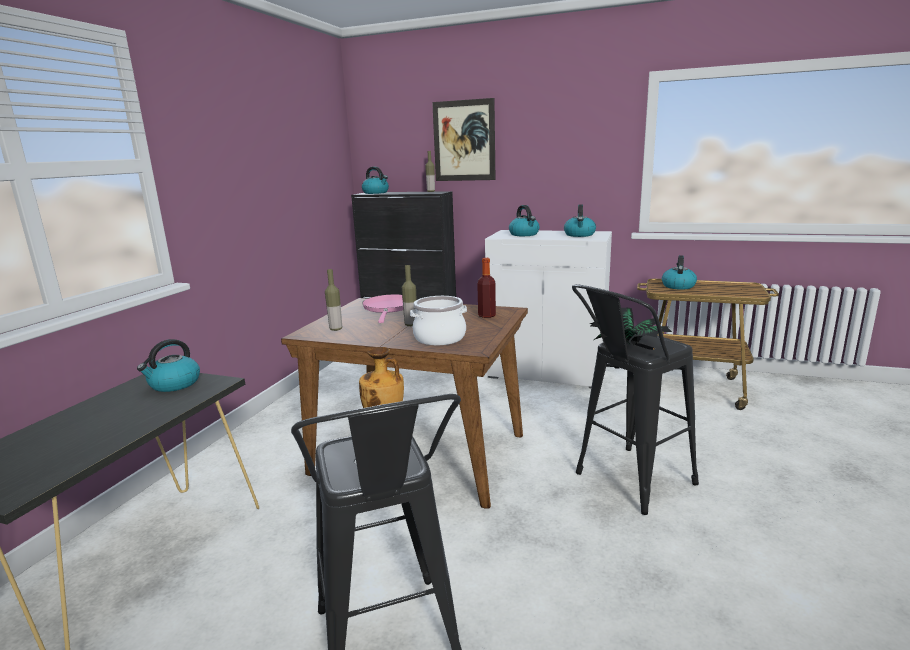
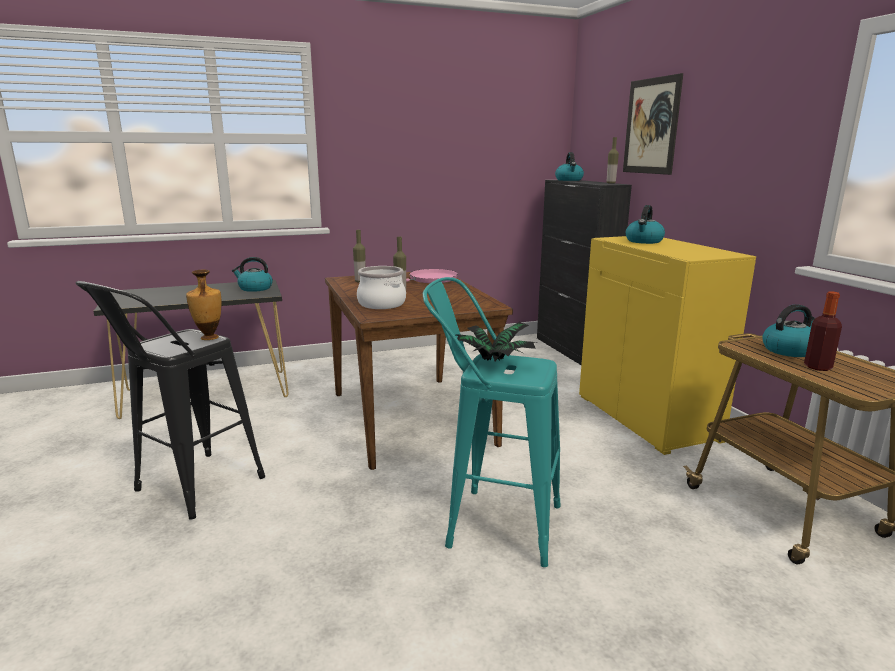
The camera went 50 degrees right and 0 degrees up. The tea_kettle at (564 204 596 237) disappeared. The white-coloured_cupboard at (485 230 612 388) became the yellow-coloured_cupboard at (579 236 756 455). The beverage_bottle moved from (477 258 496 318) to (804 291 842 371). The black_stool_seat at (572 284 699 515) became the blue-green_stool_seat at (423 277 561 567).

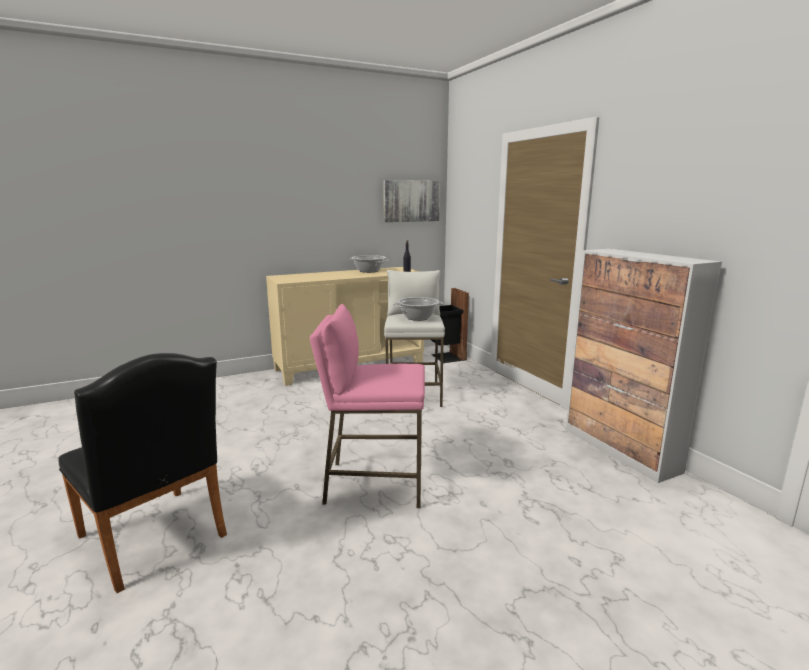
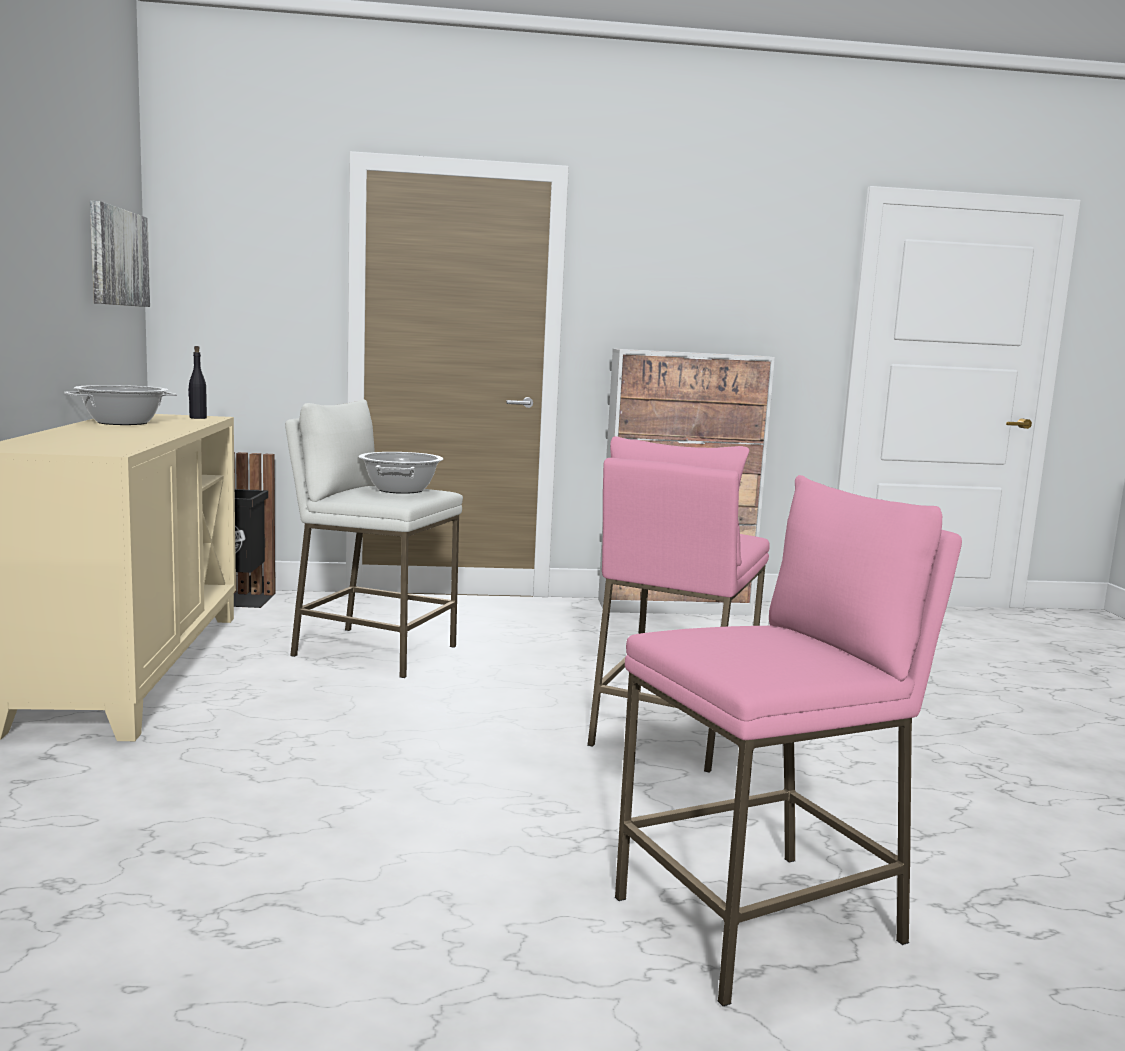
The camera went 70 degrees left and 5 degrees down. The black_chair at (58 353 227 593) was replaced by the pink-coloured_stool_seat at (615 475 962 1006).

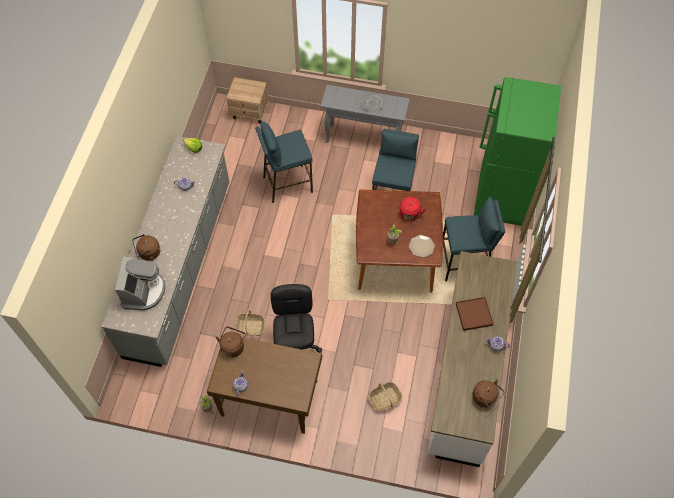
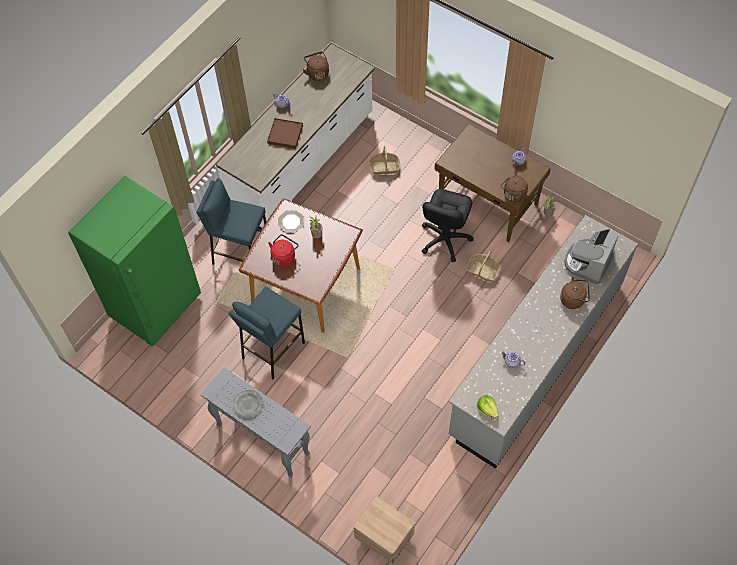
The camera went 155 degrees left and 0 degrees up. The blue_stool_seat at (255 121 313 203) disappeared.

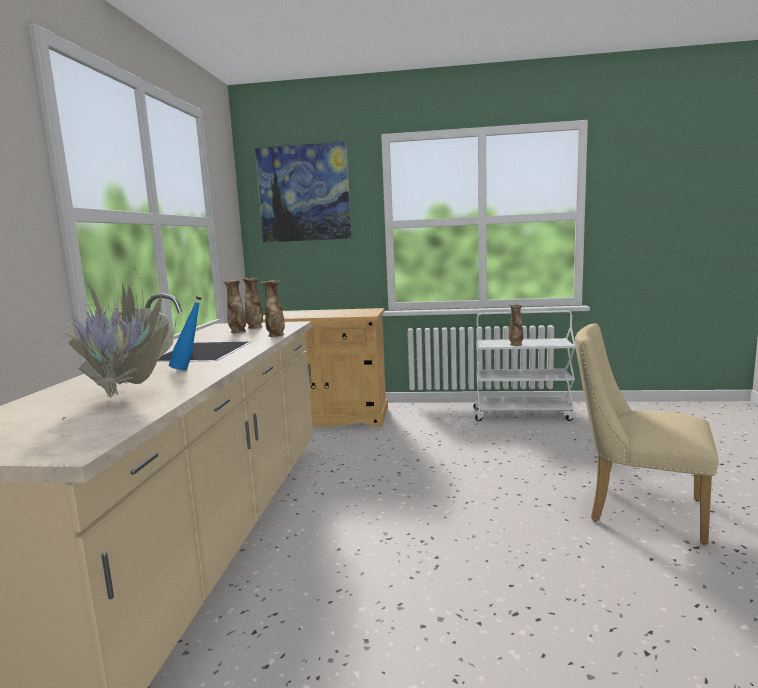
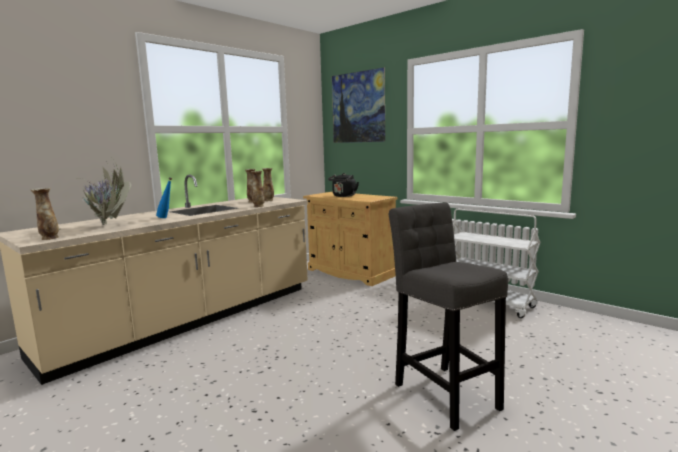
The camera went 35 degrees right and 0 degrees up. The vase moved from (509 304 523 346) to (31 188 59 240). The sand-coloured_chair at (575 323 718 545) was replaced by the grey_stool_seat at (389 202 508 431). The black_tea_kettle at (328 173 359 197) appeared.

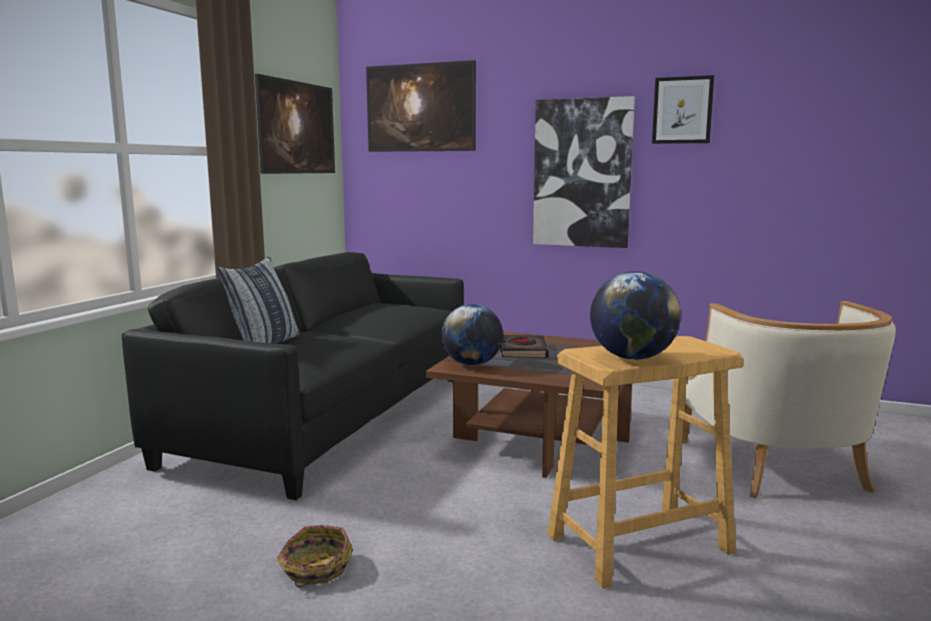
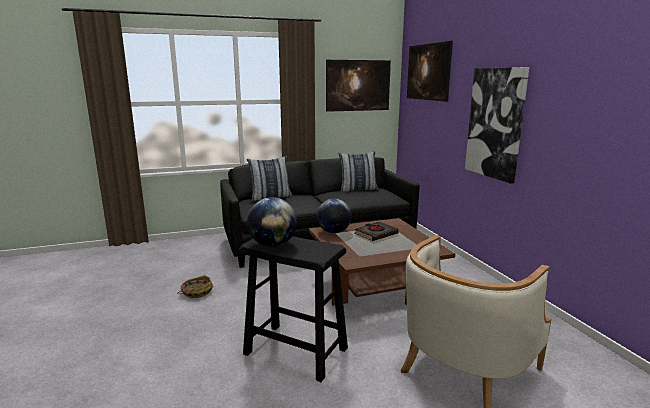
The camera went 50 degrees right and 5 degrees up. The picture at (652 75 714 144) disappeared. The sand-coloured_stool_seat at (547 336 744 589) became the black_stool_seat at (240 236 348 382). The pillow at (338 151 378 192) appeared.

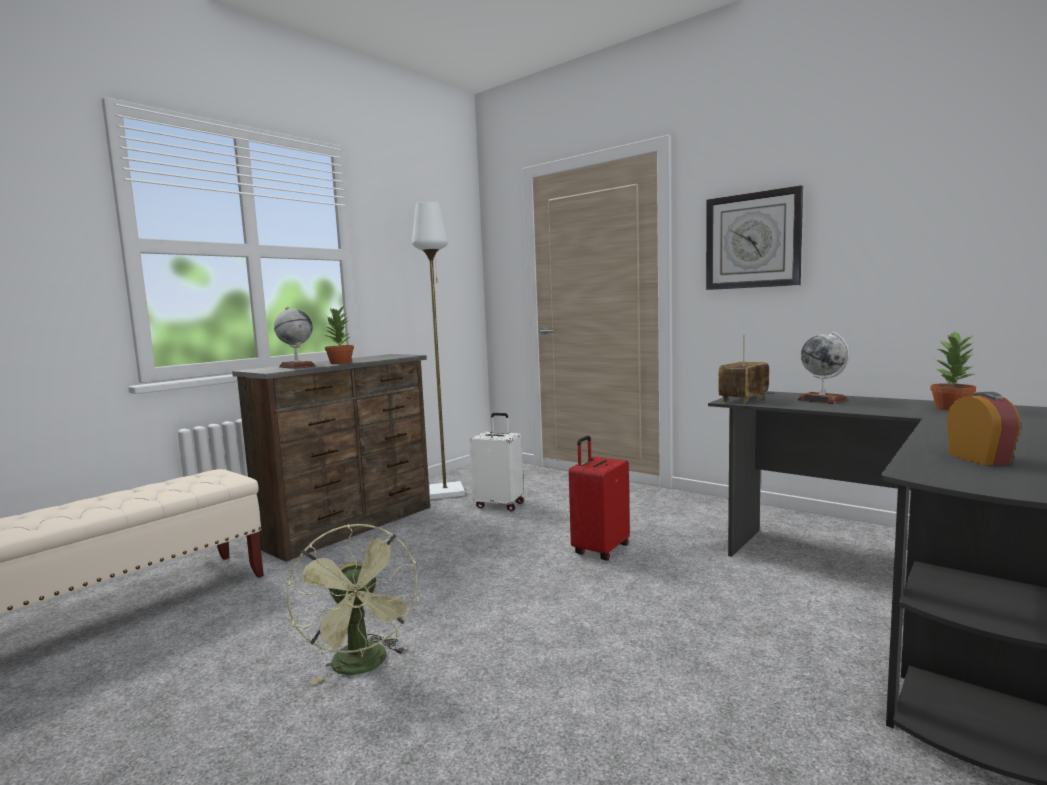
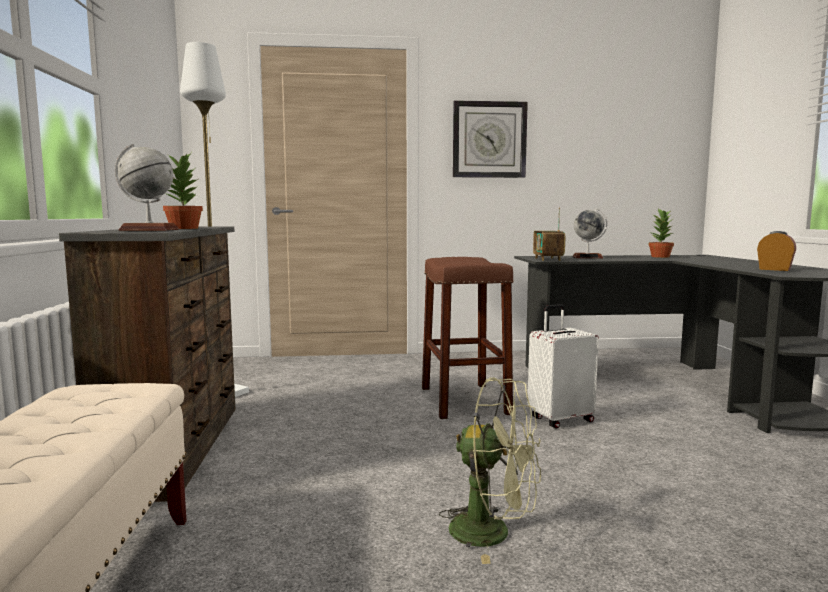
The camera went 45 degrees left and 0 degrees up. The white-coloured_travel_case moved from (469 413 524 511) to (527 304 599 429). The red-coloured_travel_case at (569 436 630 560) was replaced by the brownish_stool_seat at (422 257 514 419).

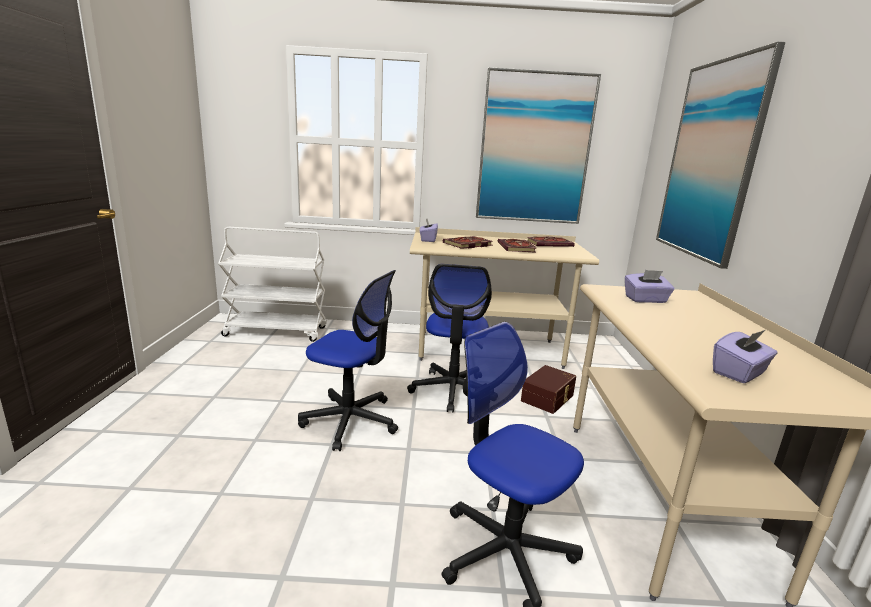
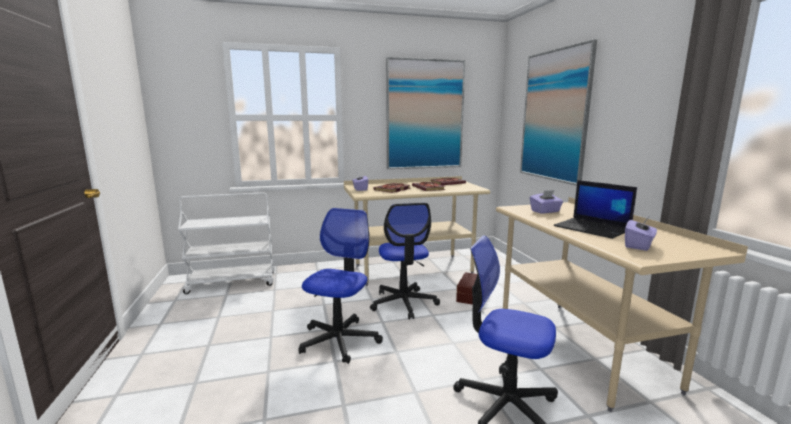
The camera went 15 degrees left and 5 degrees down. The computer_chair at (298 270 398 451) turned 75 degrees counterclockwise. The portable_computer at (554 180 637 239) appeared.

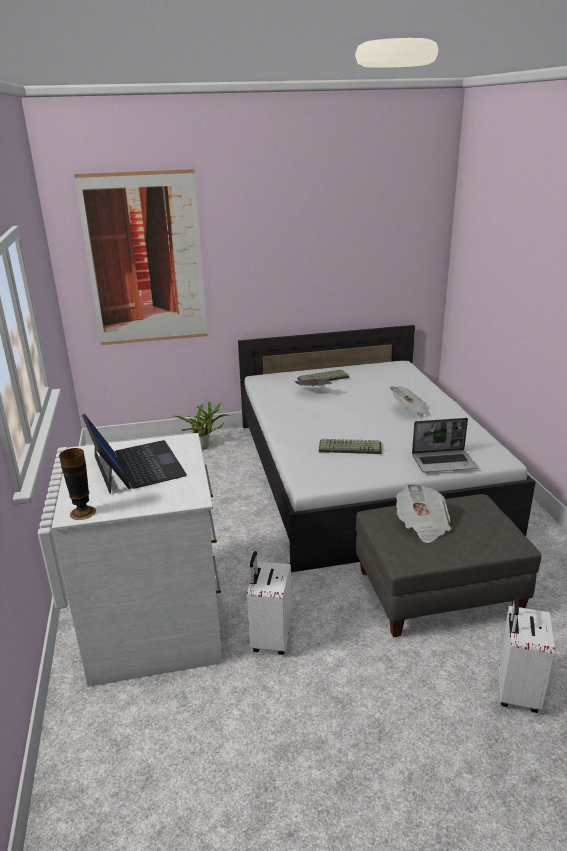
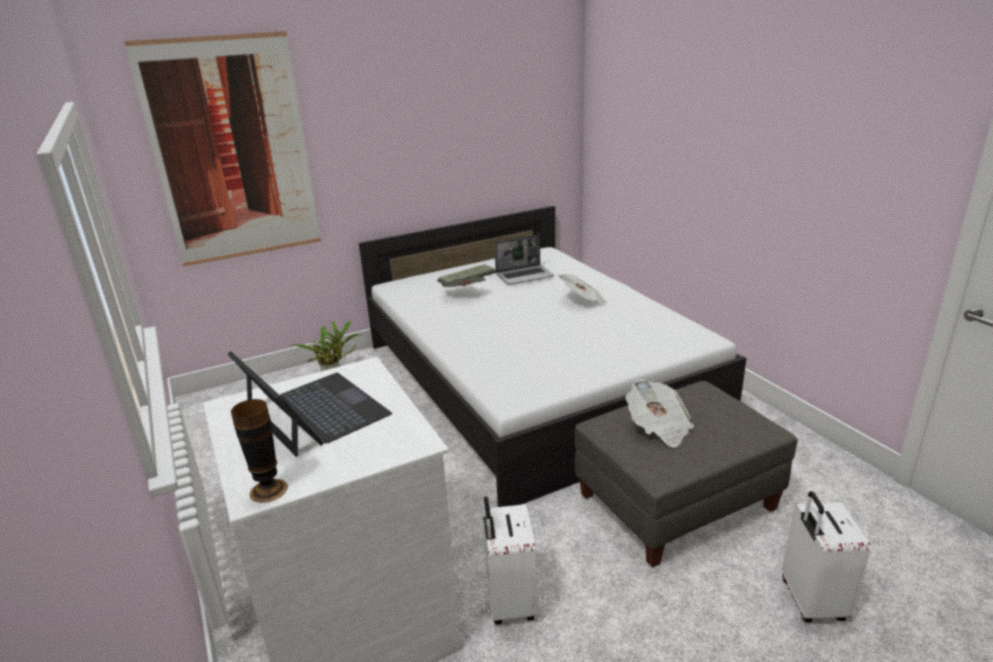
The camera went 15 degrees left and 0 degrees up. The portable_computer moved from (412 418 477 473) to (494 234 554 285). The PC_keyboard at (319 439 382 454) disappeared.

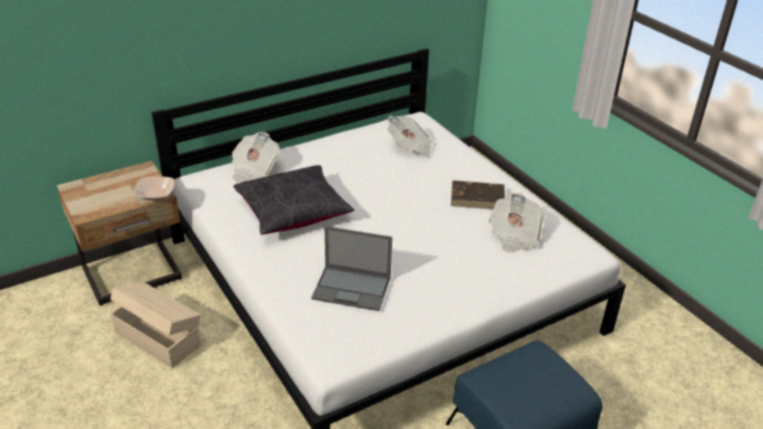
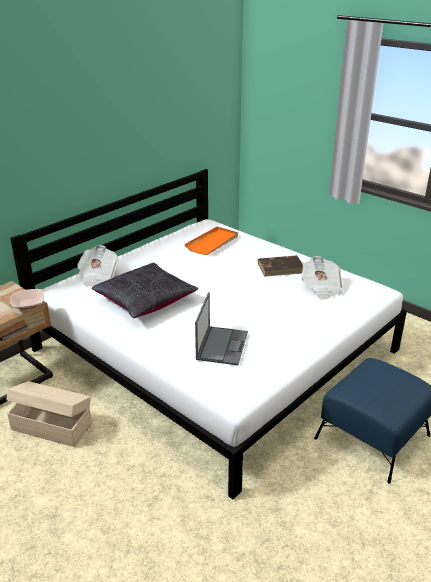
The camera went 15 degrees left and 5 degrees down. The daily_paper at (388 116 433 157) was replaced by the orange-coloured_carrying_tray at (184 227 238 255). The portable_computer at (311 226 392 311) turned 75 degrees counterclockwise.

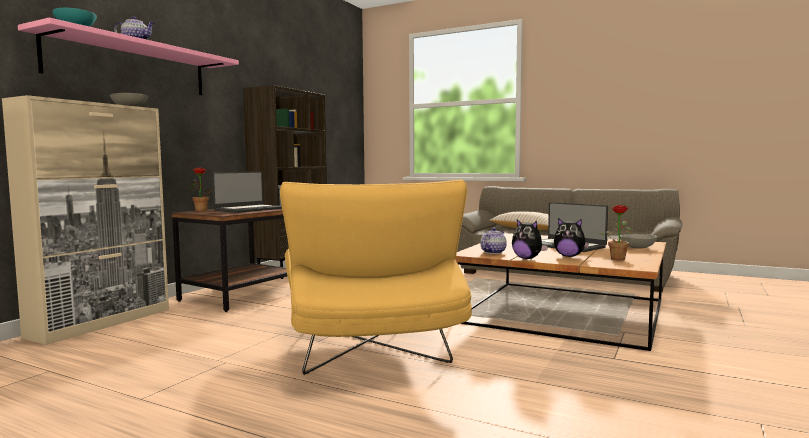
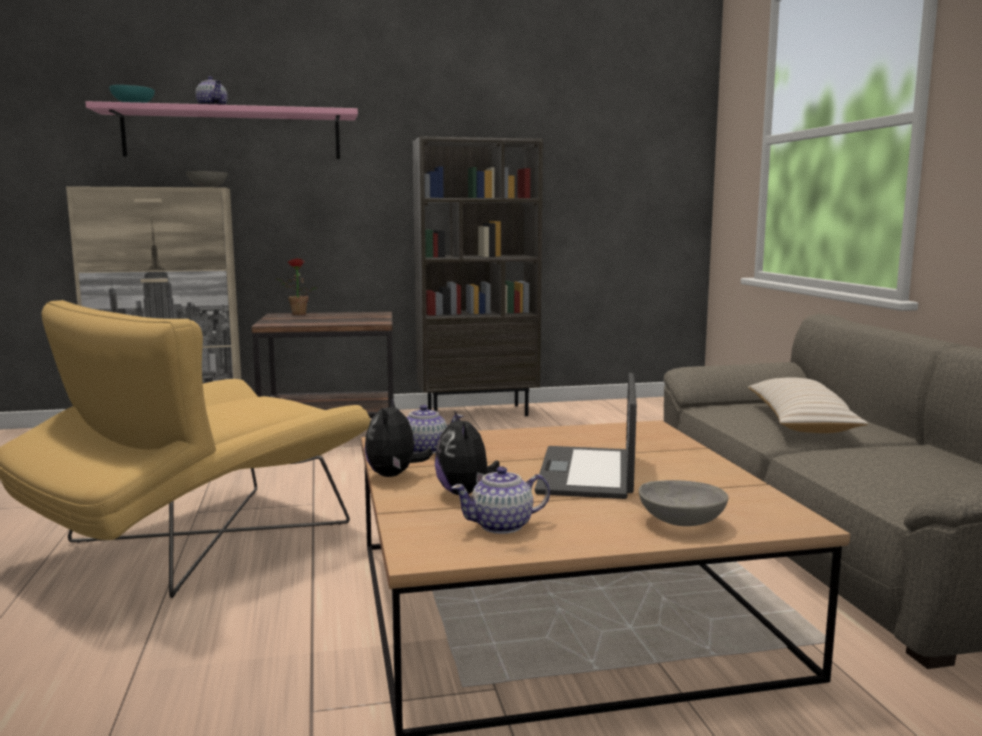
The camera went 50 degrees right and 5 degrees up. The portable_computer at (212 172 282 213) disappeared. The potted_plant at (599 205 632 260) was replaced by the teapot at (451 466 550 534).

